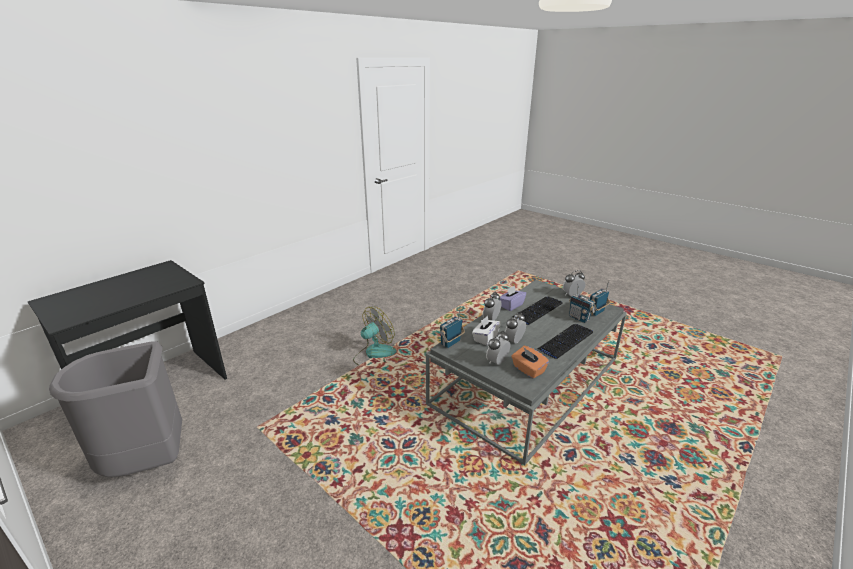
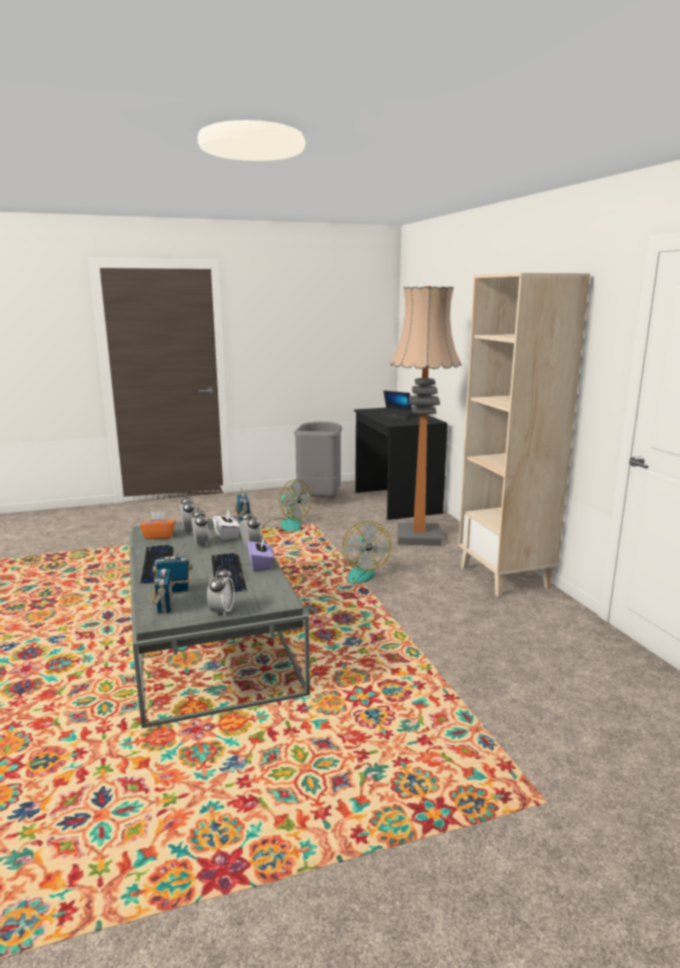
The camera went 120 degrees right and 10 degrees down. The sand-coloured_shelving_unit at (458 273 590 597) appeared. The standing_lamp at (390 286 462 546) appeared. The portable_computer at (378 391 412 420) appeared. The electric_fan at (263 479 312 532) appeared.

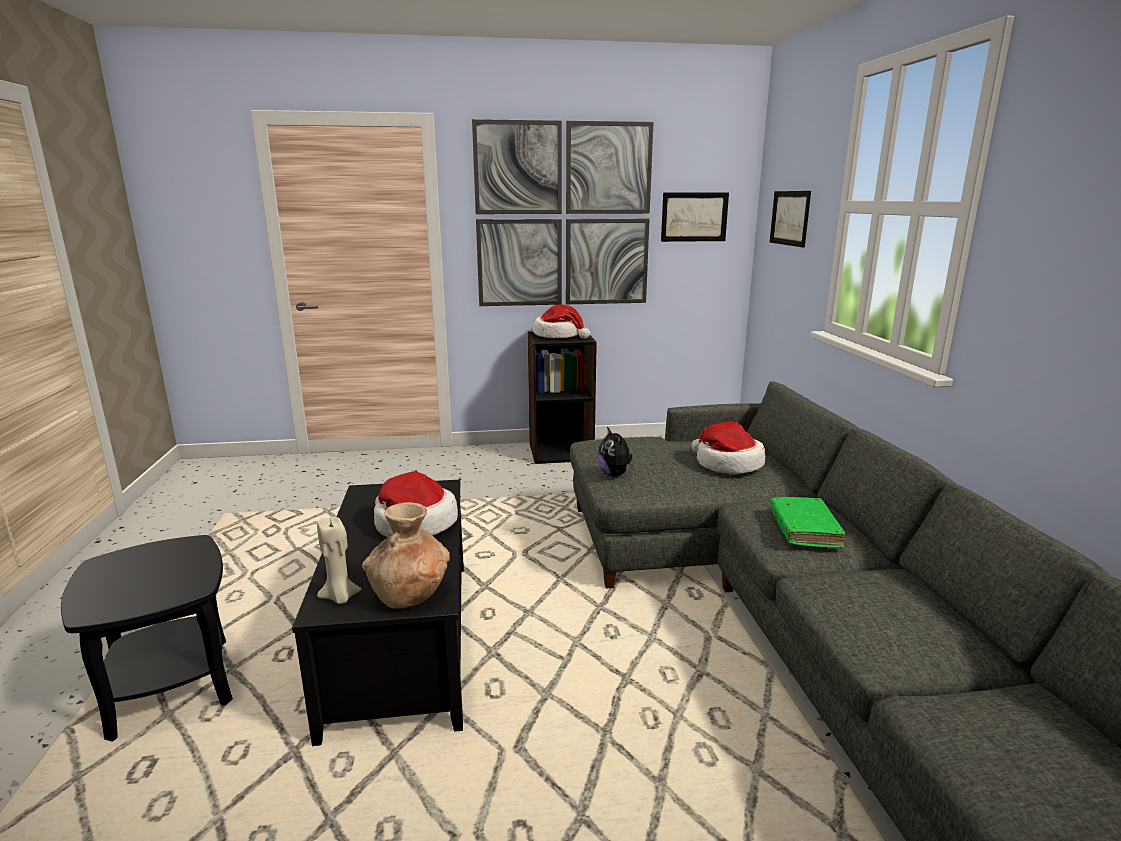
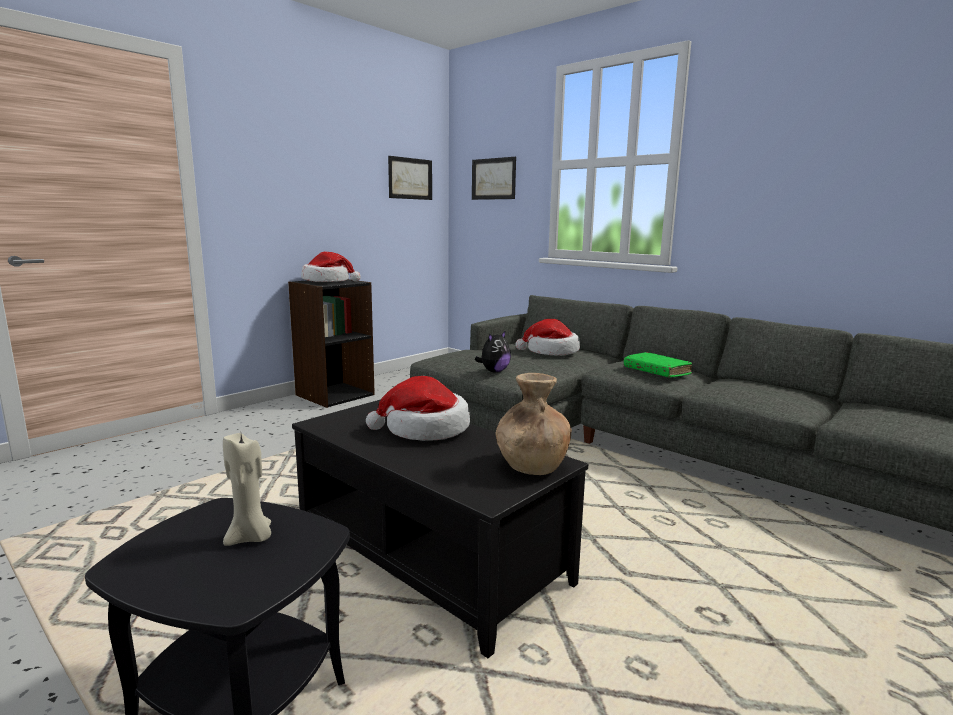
The camera went 40 degrees left and 5 degrees down. The picture at (472 119 654 306) disappeared. The cuddly_toy at (597 427 634 477) turned 75 degrees counterclockwise. The sand-coloured_wax_light moved from (317 517 361 604) to (223 433 271 546).

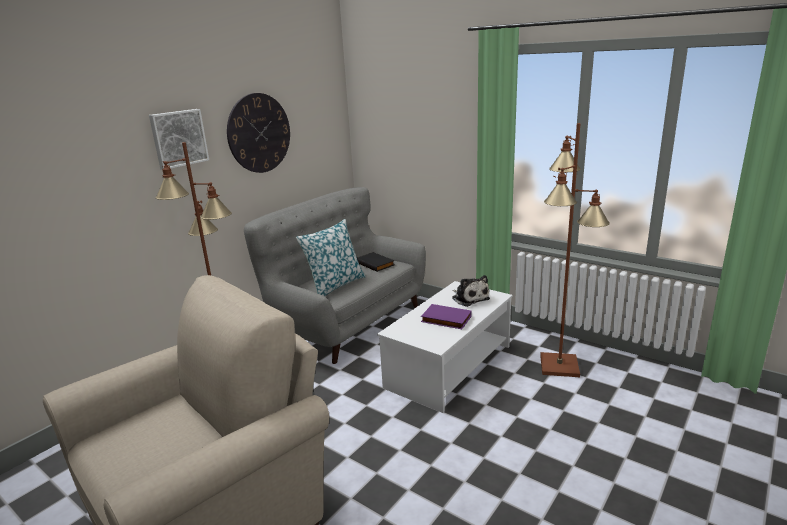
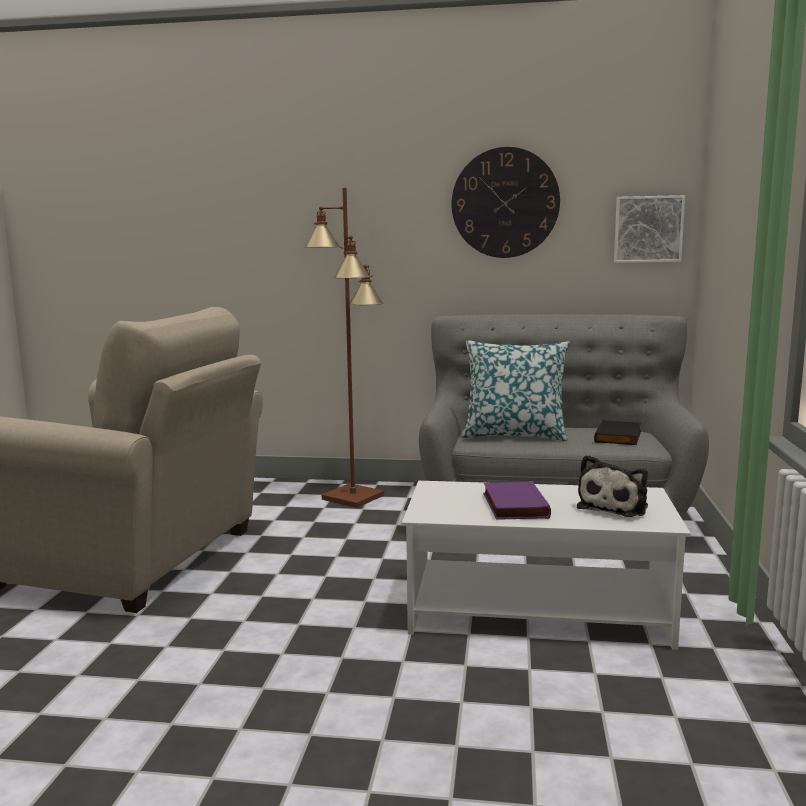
The camera went 60 degrees right and 10 degrees down. The picture moved from (149 109 209 170) to (614 195 685 263). The brownish_standing_lamp at (540 123 610 377) disappeared.

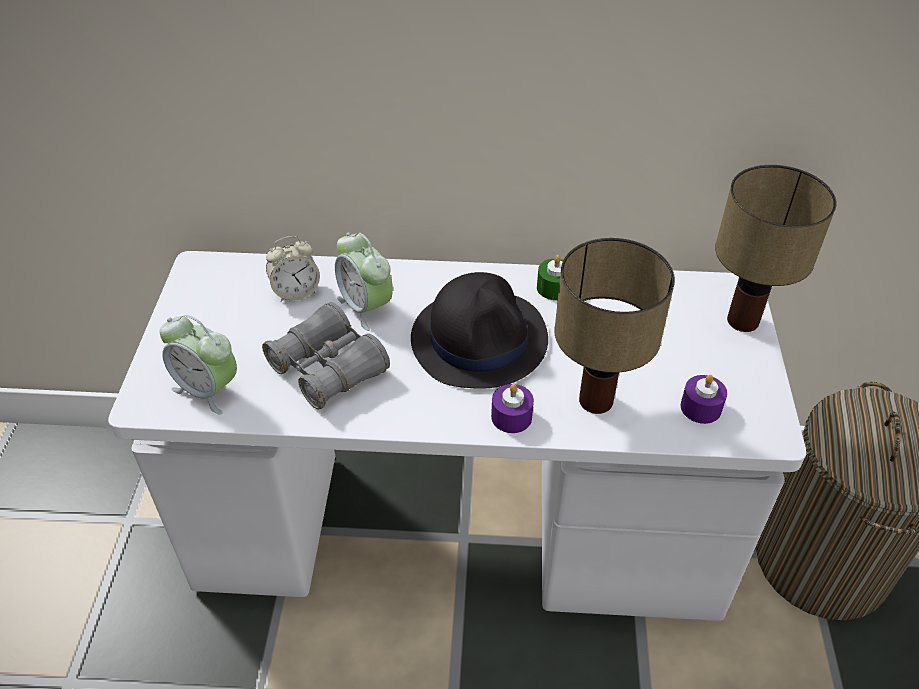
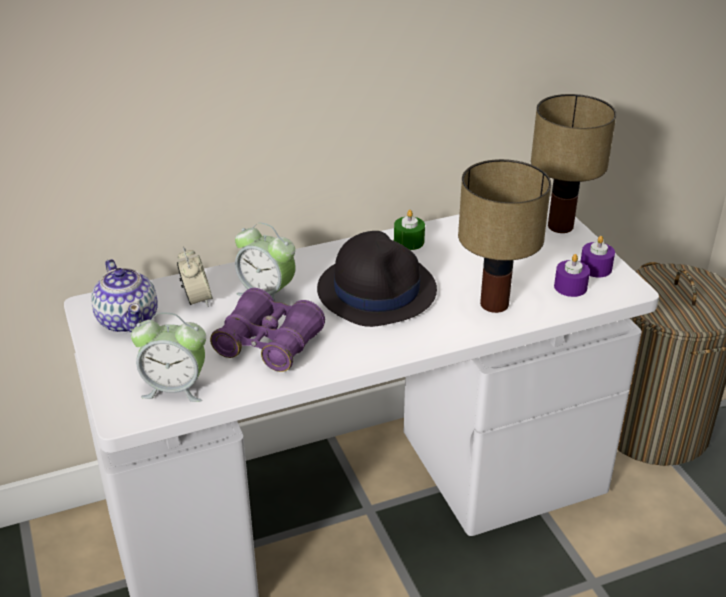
The camera went 25 degrees left and 10 degrees down. The table_clock at (266 236 320 302) turned 60 degrees counterclockwise. The grey_binoculars at (262 302 390 410) became the purple_binoculars at (210 288 325 372). The purple_wax_light moved from (491 384 534 433) to (580 236 615 277). The teapot at (91 259 158 333) appeared.

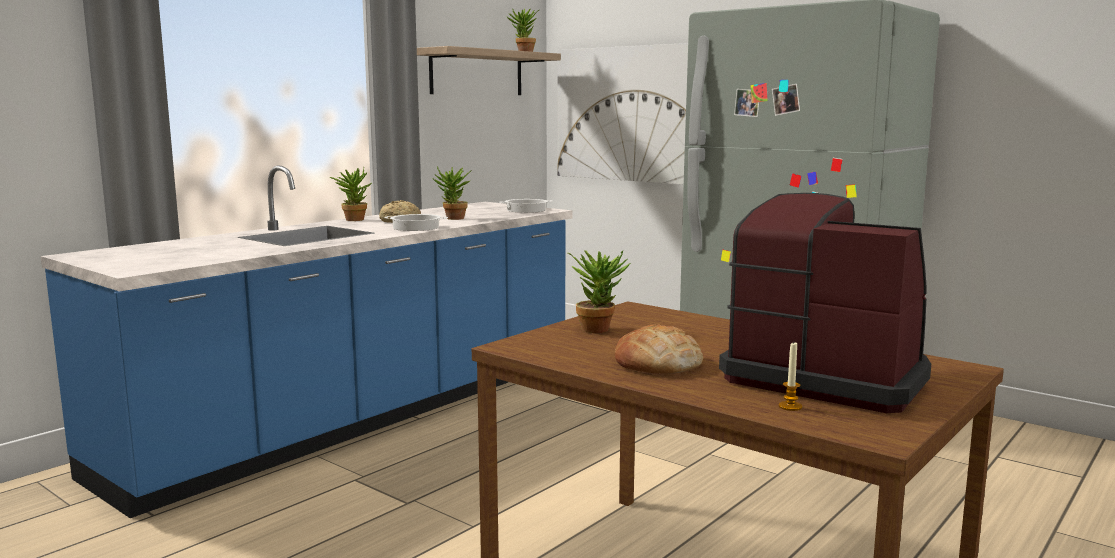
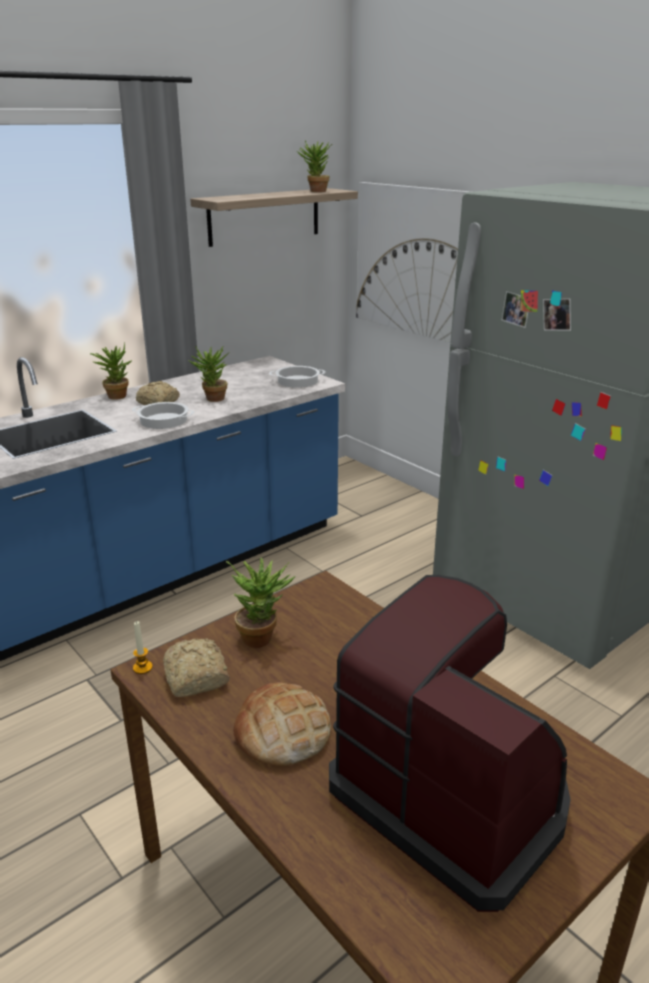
The camera went 10 degrees right and 15 degrees up. The wax_light moved from (779 343 802 411) to (133 621 153 674). The bread at (163 638 230 697) appeared.

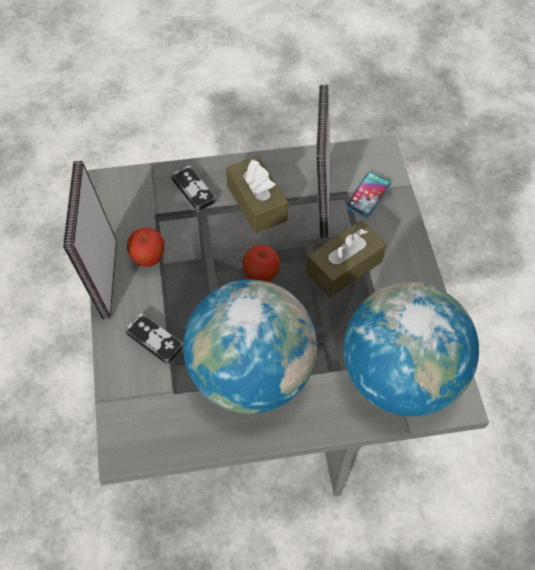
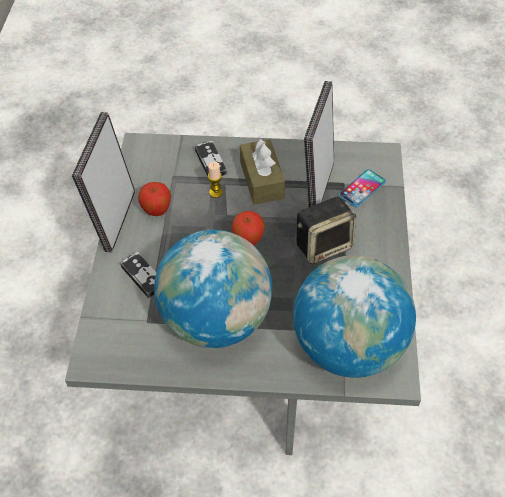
The camera went 15 degrees right and 5 degrees down. The brownish_box_of_tissues at (306 221 387 298) was replaced by the speaker at (296 197 356 264). The wax_light at (208 162 223 198) appeared.

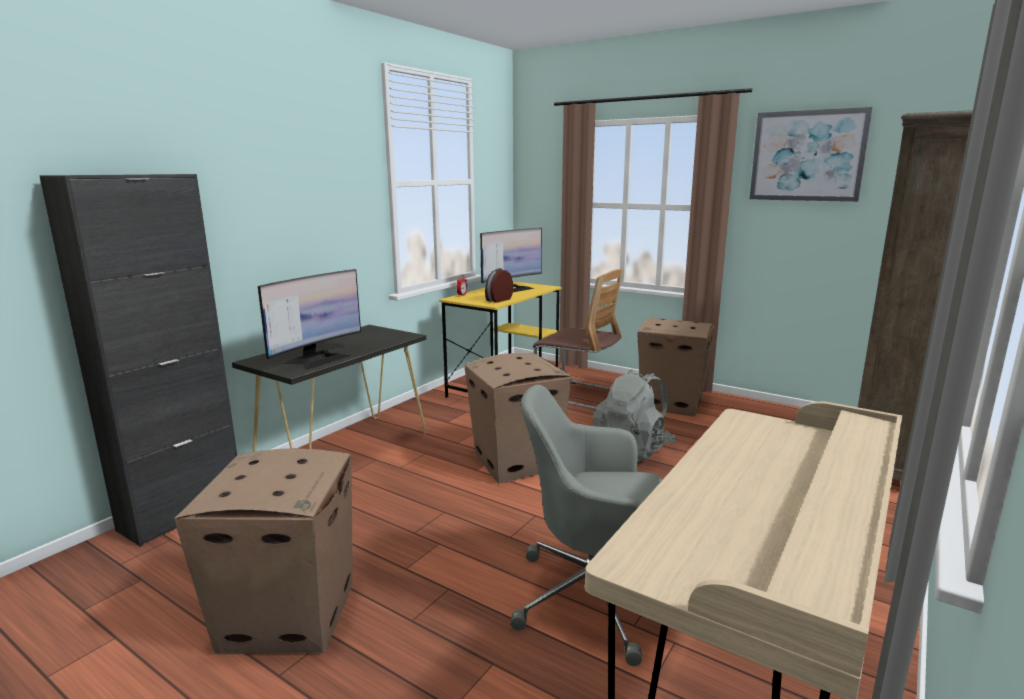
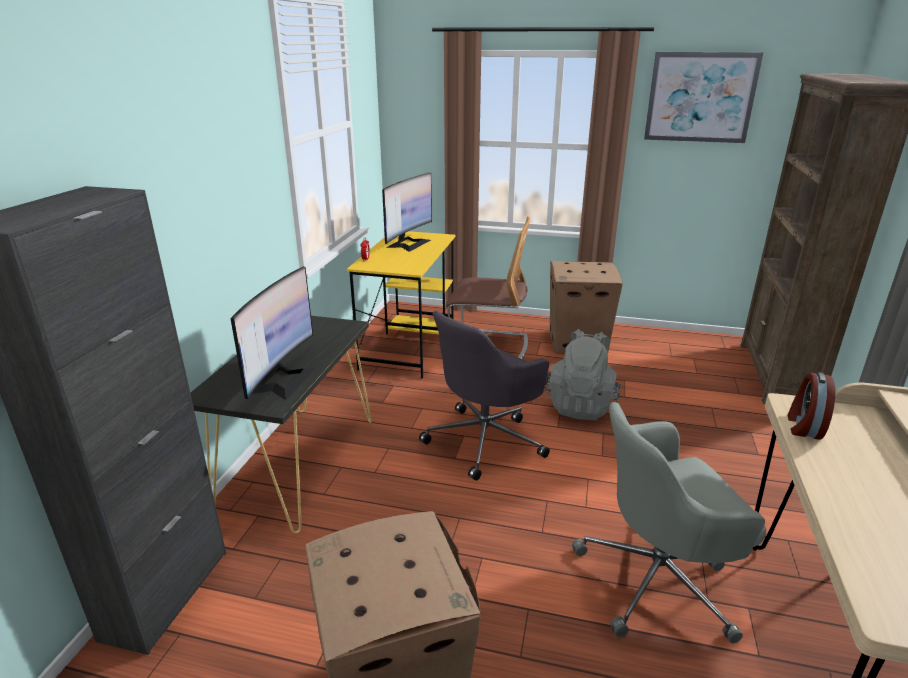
The camera went 20 degrees left and 10 degrees up. The table_clock moved from (485 268 513 303) to (787 372 835 440). The packing_box at (464 353 571 484) was replaced by the grey_computer_chair at (419 311 550 481).

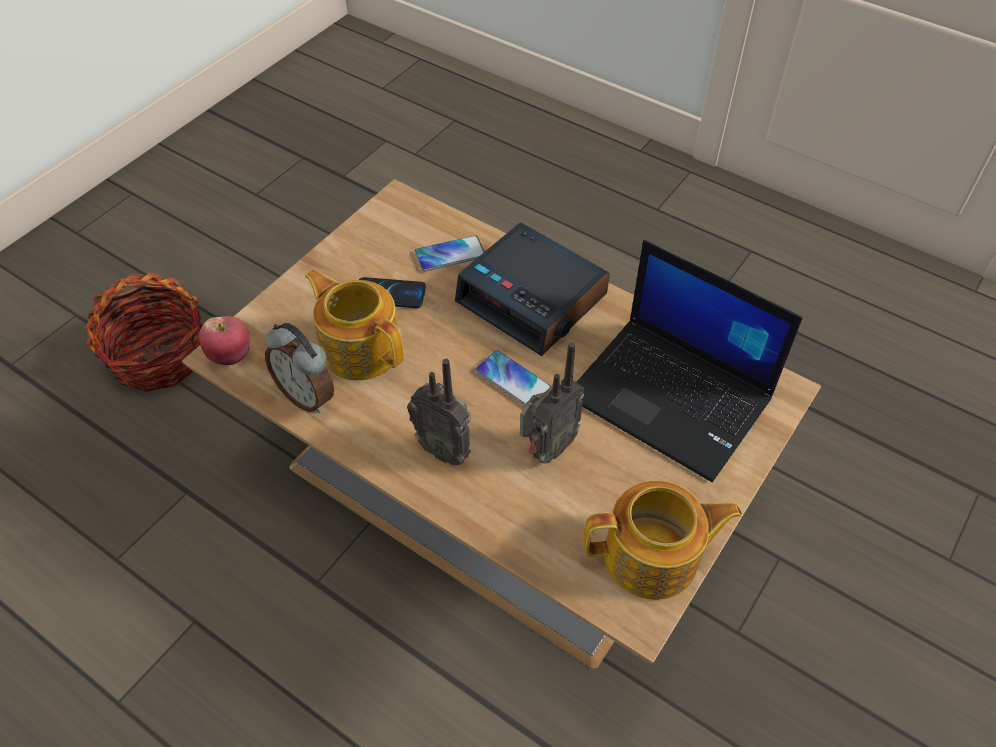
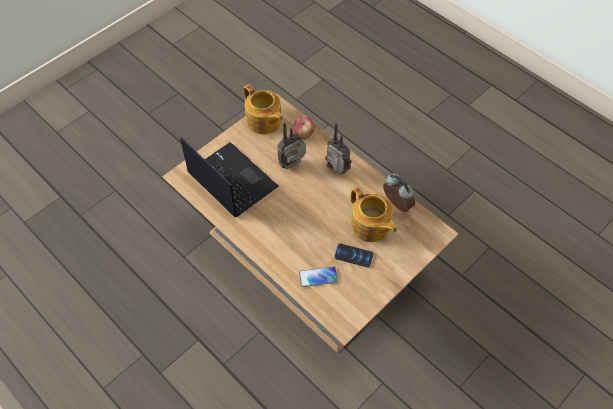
The camera went 170 degrees left and 5 degrees up. The table_clock at (455 223 610 356) disappeared. The household_basket at (85 273 202 392) disappeared. The whole_apple moved from (199 316 250 365) to (293 117 314 140). The handset at (475 350 552 406) disappeared. The teapot at (584 481 742 600) turned 135 degrees counterclockwise.

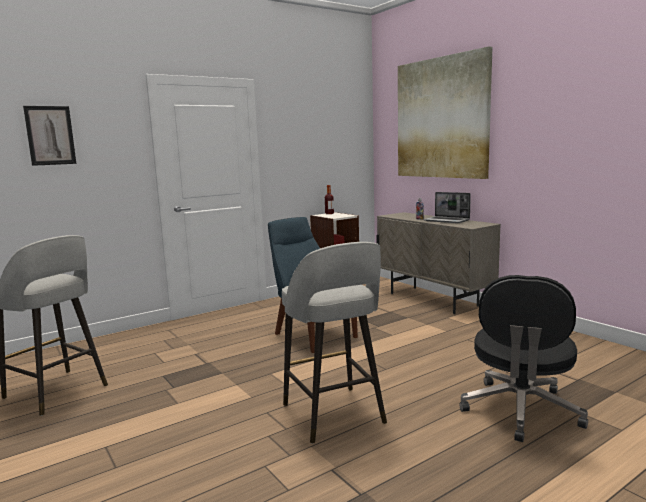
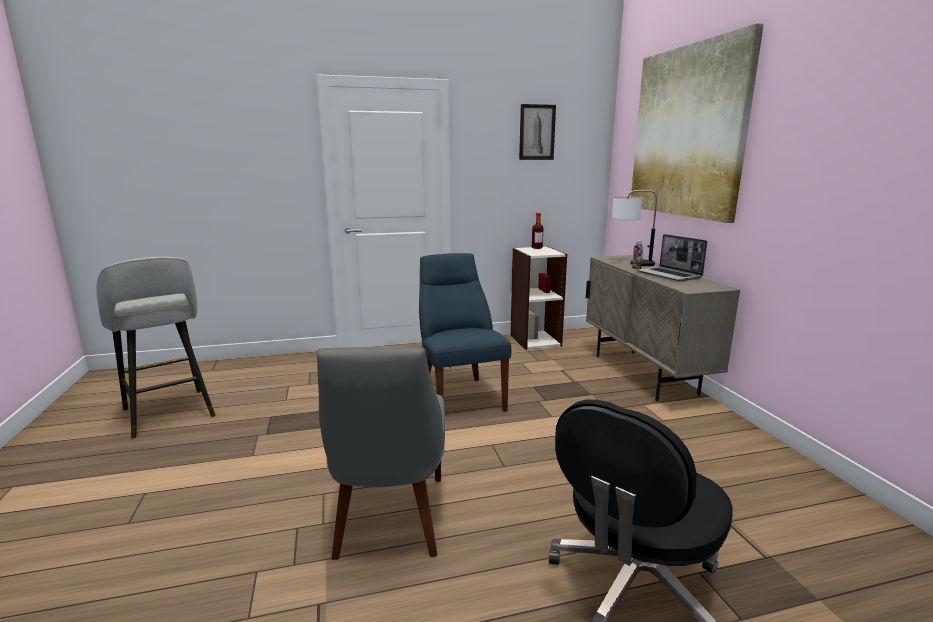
The camera went 20 degrees right and 5 degrees up. The picture moved from (23 106 76 166) to (519 104 556 160). The grey_stool_seat at (282 242 387 444) was replaced by the grey_chair at (317 346 445 560). The lamp_for_a_table at (612 190 657 266) appeared.

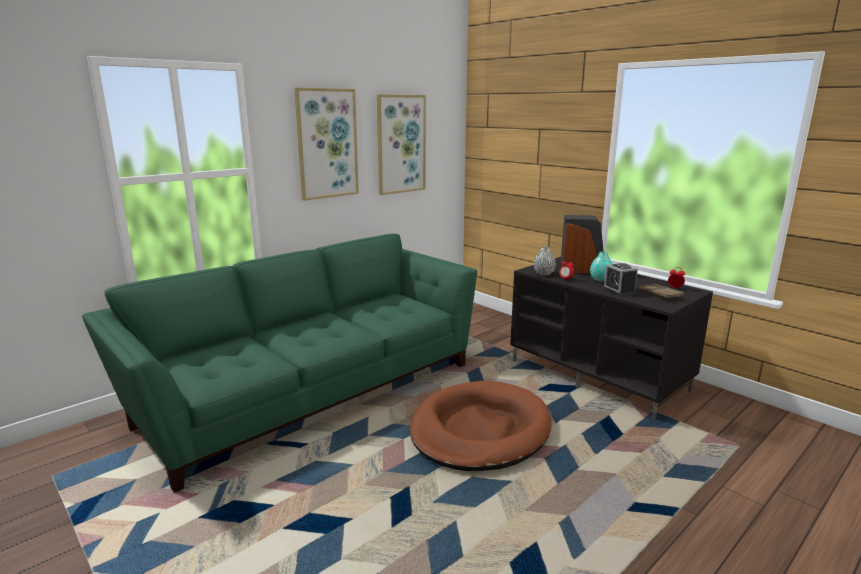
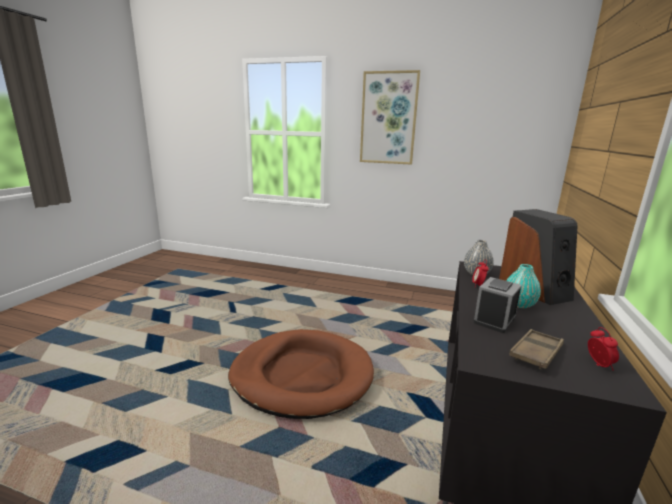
The camera went 60 degrees right and 0 degrees up. The picture at (377 94 426 195) disappeared. The green_sofa at (82 234 477 493) disappeared.

